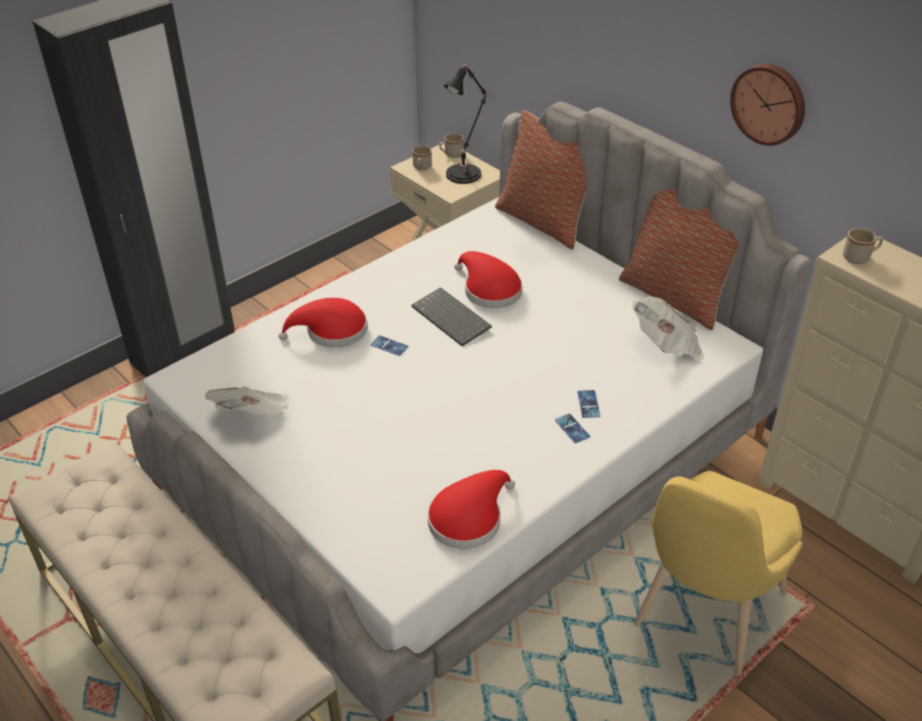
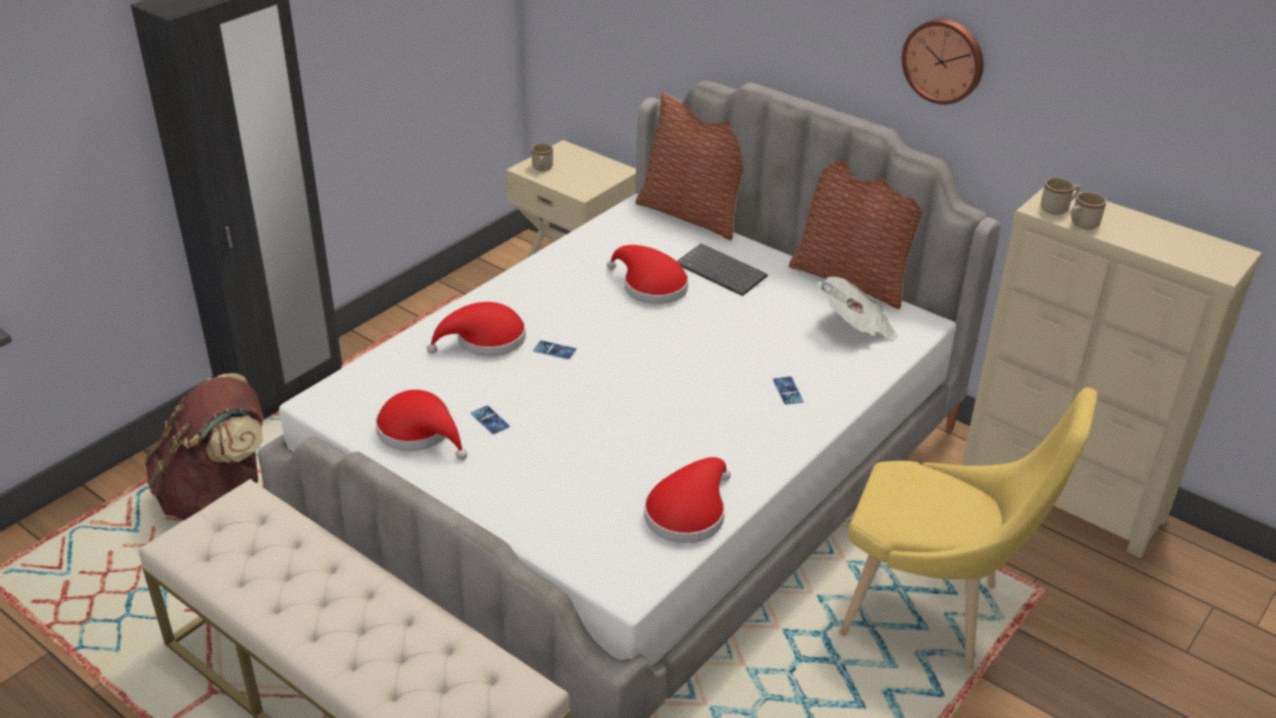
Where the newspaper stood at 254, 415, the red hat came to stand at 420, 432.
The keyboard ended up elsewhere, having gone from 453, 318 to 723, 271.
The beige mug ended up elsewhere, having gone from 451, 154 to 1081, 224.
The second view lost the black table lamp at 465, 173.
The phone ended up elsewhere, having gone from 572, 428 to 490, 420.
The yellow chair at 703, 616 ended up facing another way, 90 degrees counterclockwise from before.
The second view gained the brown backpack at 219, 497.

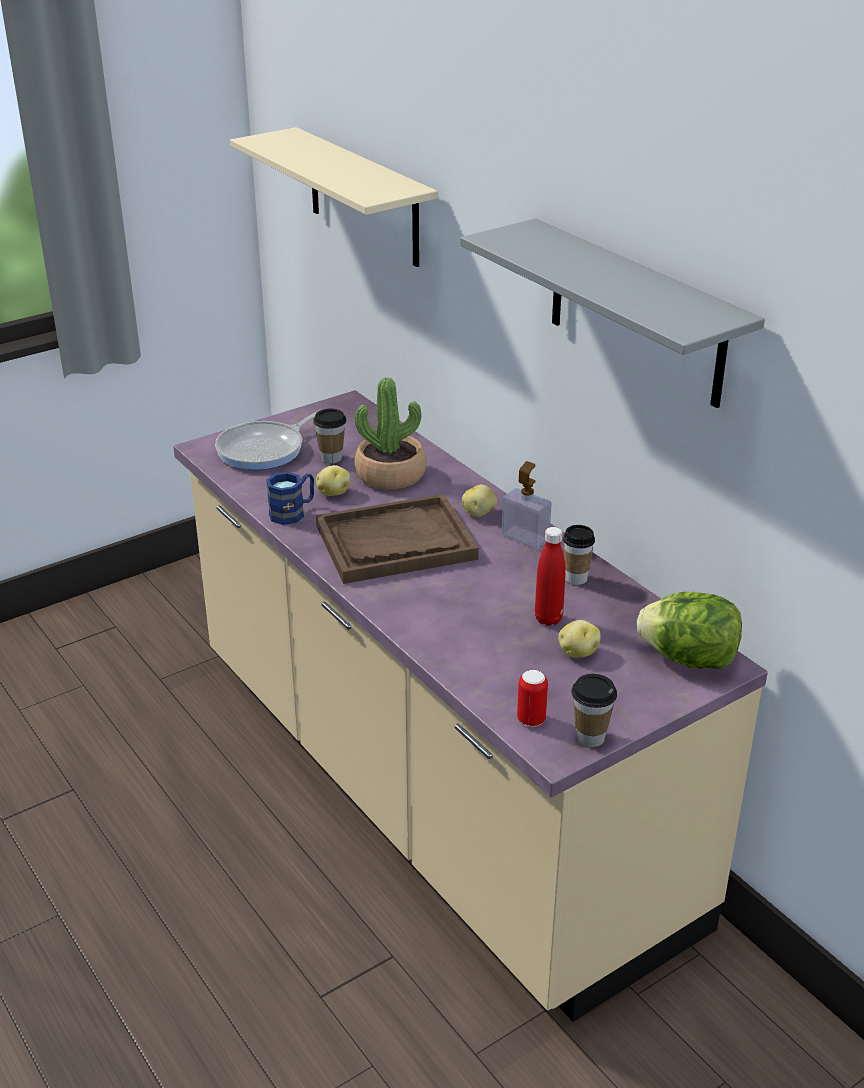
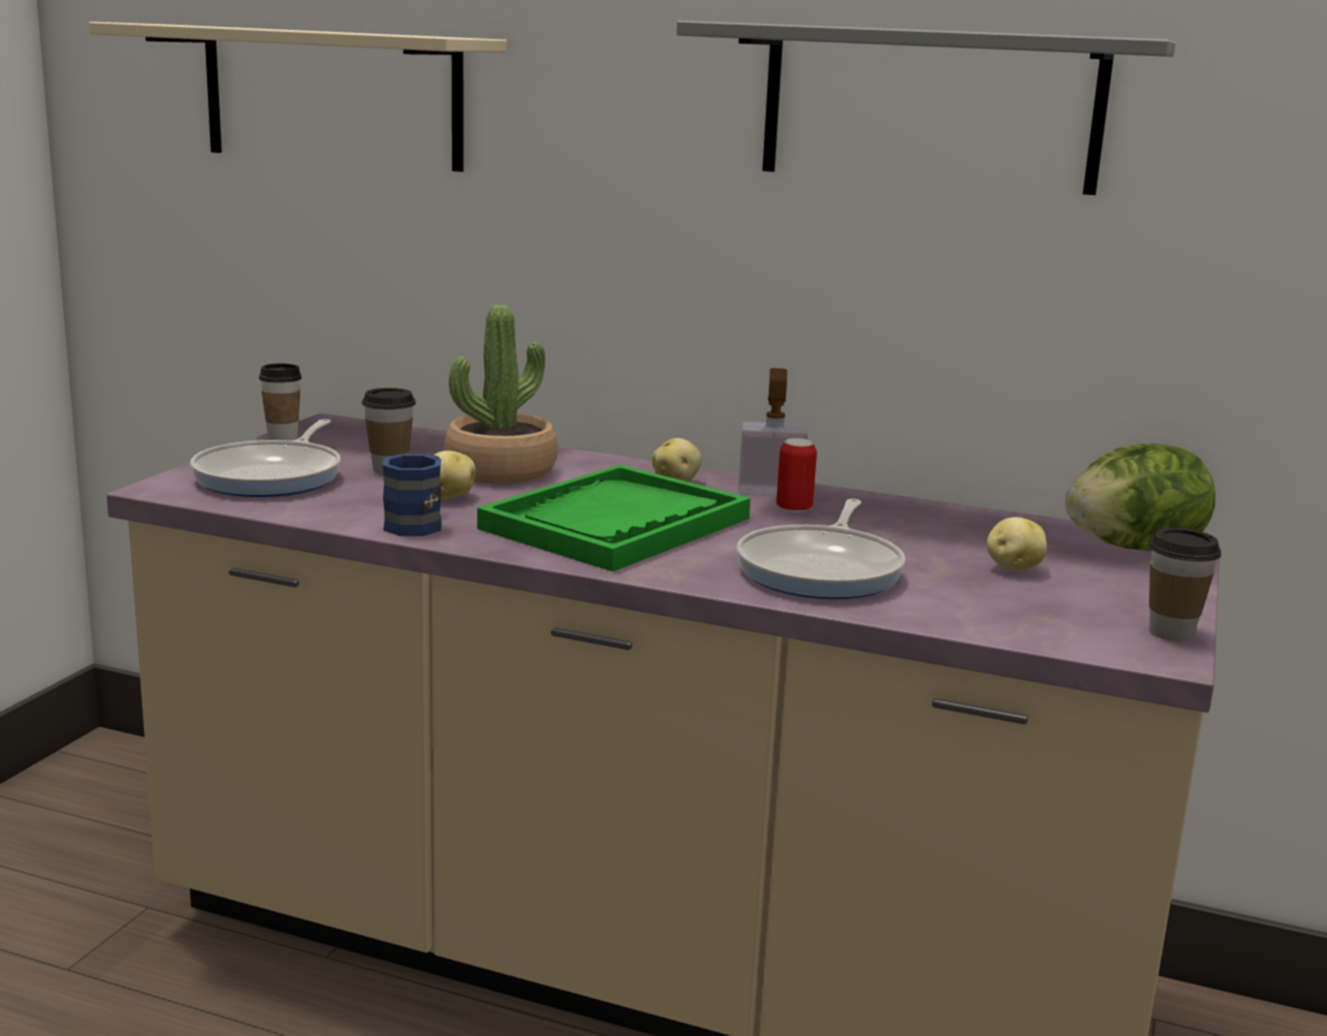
What was the brown tray at 395, 543 turned into the green tray at 616, 524.
The can ended up elsewhere, having gone from 531, 720 to 794, 509.
The second view lost the red bottle at 548, 619.
The cup ended up elsewhere, having gone from 576, 578 to 282, 437.
The second view gained the frying pan at 823, 570.

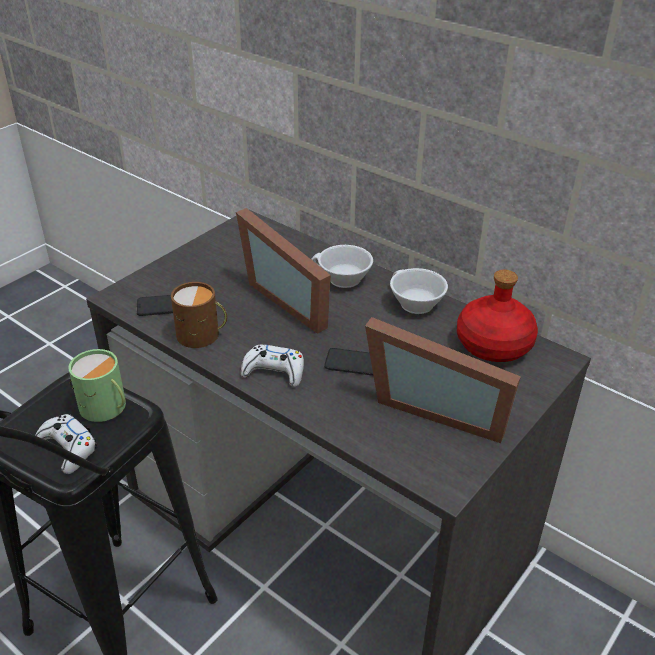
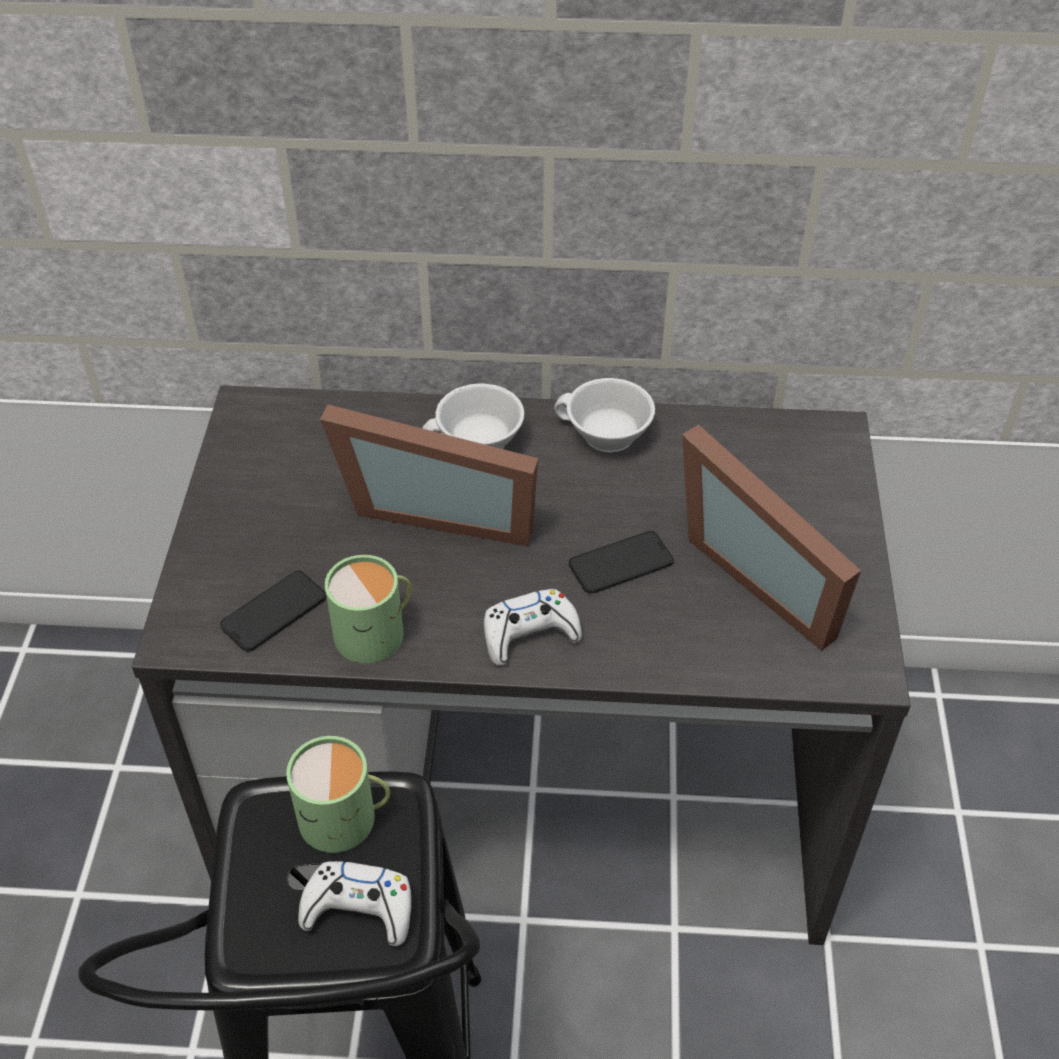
What was the brown mug at 202, 335 turned into the green mug at 376, 632.
The picture frame at 438, 406 ended up facing another way, 60 degrees clockwise from before.
The second view lost the red bottle at 494, 344.

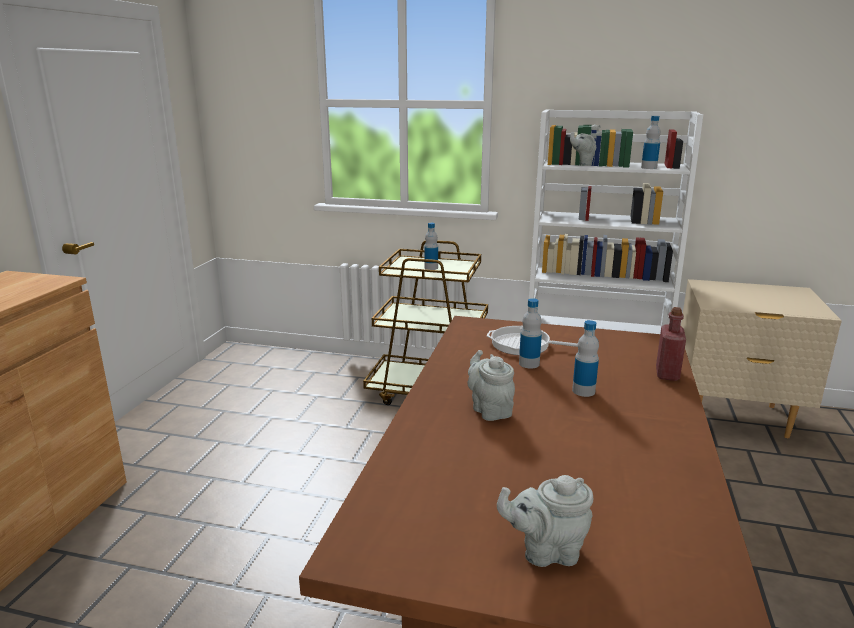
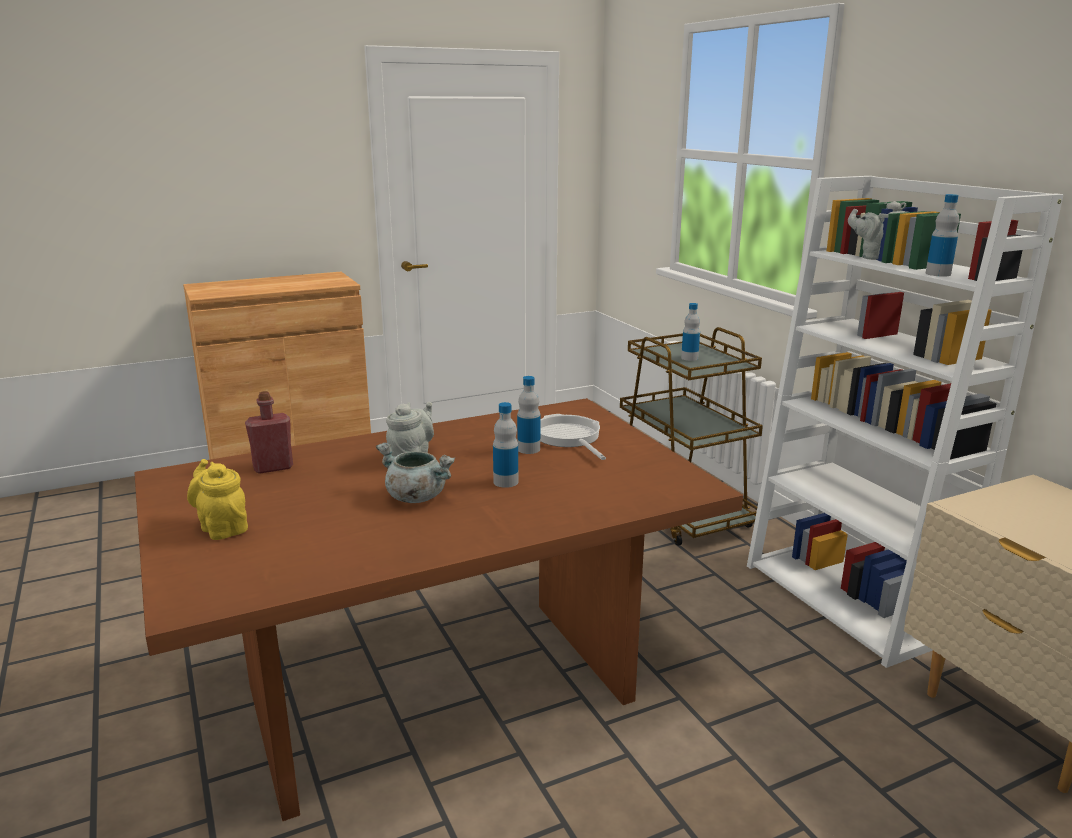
What was the grey teapot at 546, 551 turned into the yellow teapot at 222, 527.
The red bottle ended up elsewhere, having gone from 667, 374 to 273, 467.
The second view gained the grey cooking pot at 415, 497.

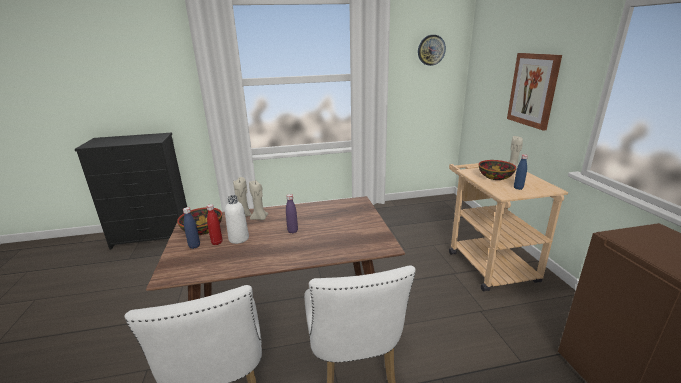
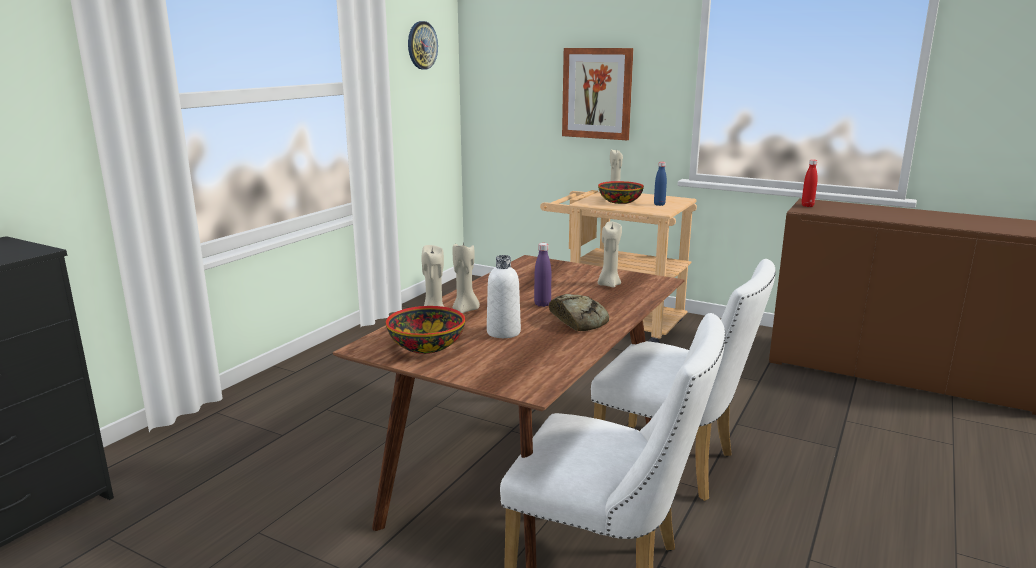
The second view lost the blue bottle at 194, 246.
The red bottle ended up elsewhere, having gone from 217, 242 to 807, 206.
The second view gained the bread at 578, 320.
The second view gained the beige candle at 608, 285.

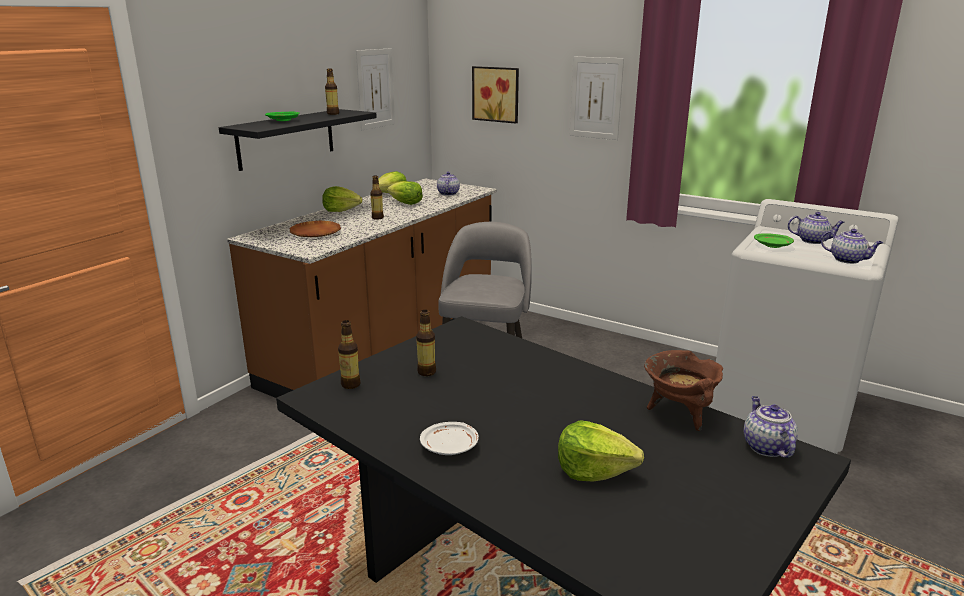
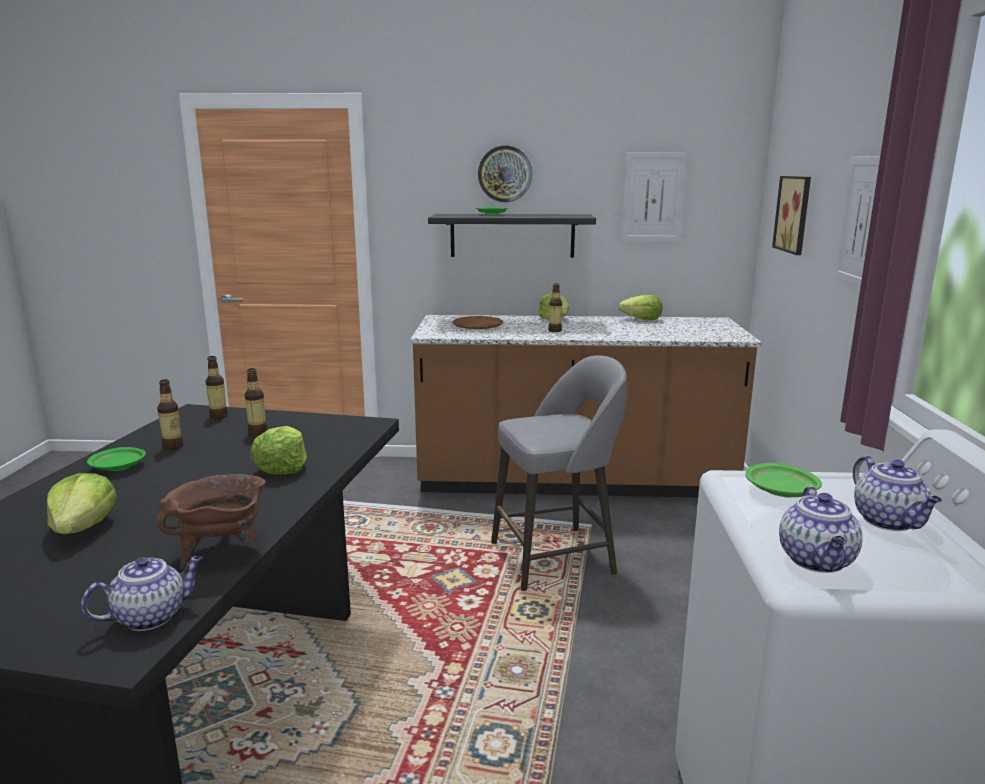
The bottle ended up elsewhere, having gone from 333, 114 to 173, 446.
The lettuce ended up elsewhere, having gone from 405, 203 to 282, 467.
What was the white plate at 450, 447 turned into the green plate at 118, 467.
The second view lost the teapot at 448, 193.
The second view gained the wall clock at 505, 174.

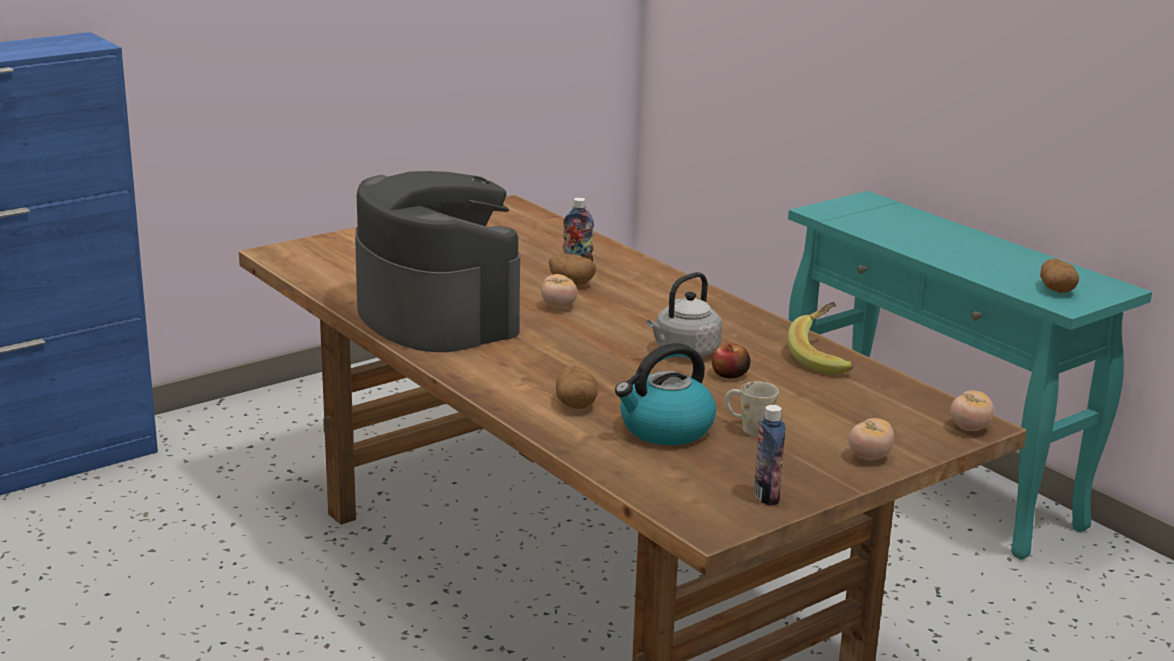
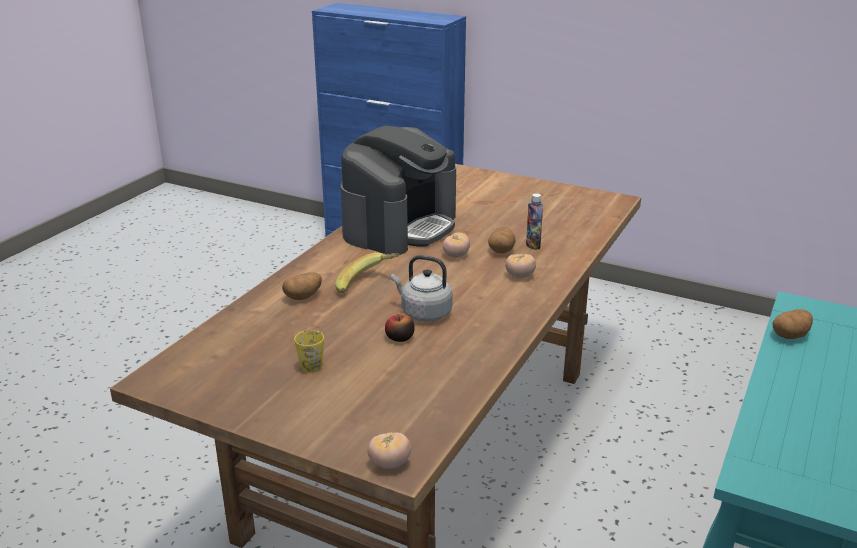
The second view lost the kettle at 665, 429.
What was the white mug at 747, 428 turned into the yellow mug at 312, 363.
The second view lost the bottle at 766, 496.
The banana ended up elsewhere, having gone from 826, 358 to 368, 285.
The tomato ended up elsewhere, having gone from 869, 457 to 519, 276.
The potato ended up elsewhere, having gone from 1056, 290 to 790, 335.

